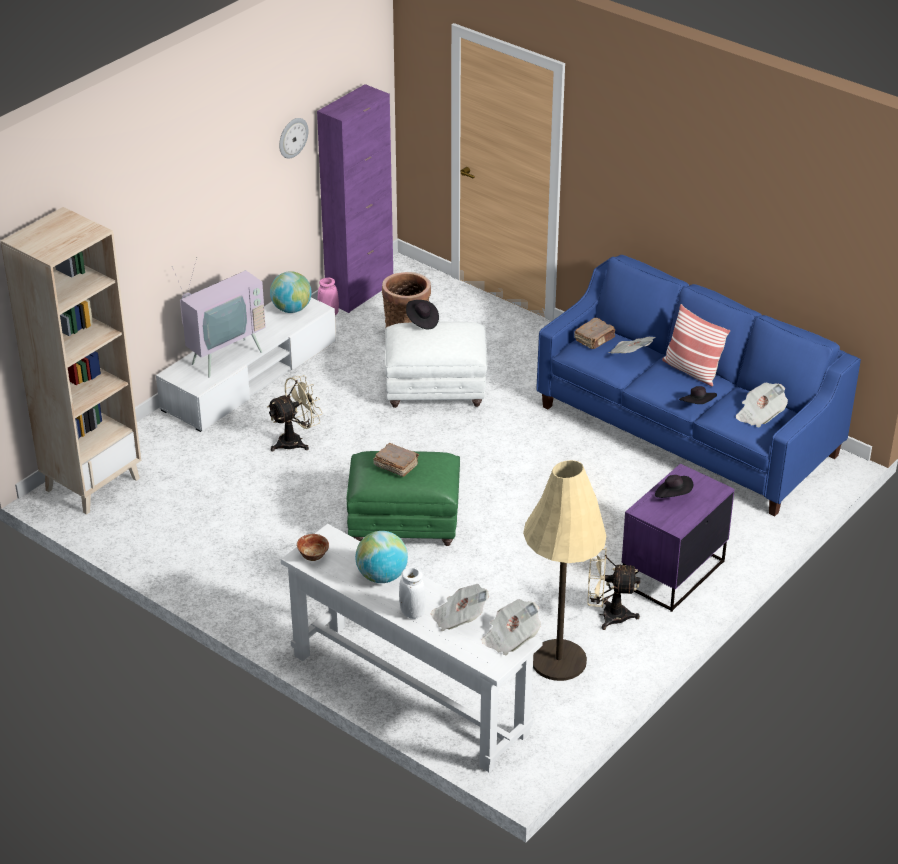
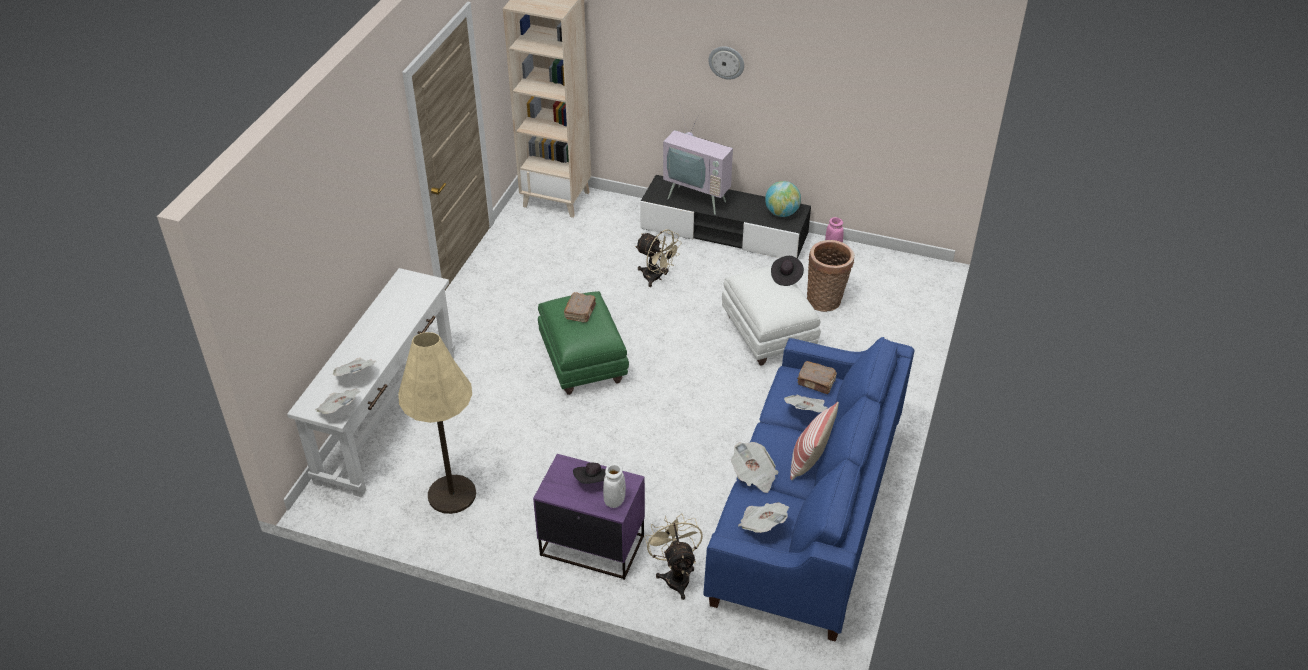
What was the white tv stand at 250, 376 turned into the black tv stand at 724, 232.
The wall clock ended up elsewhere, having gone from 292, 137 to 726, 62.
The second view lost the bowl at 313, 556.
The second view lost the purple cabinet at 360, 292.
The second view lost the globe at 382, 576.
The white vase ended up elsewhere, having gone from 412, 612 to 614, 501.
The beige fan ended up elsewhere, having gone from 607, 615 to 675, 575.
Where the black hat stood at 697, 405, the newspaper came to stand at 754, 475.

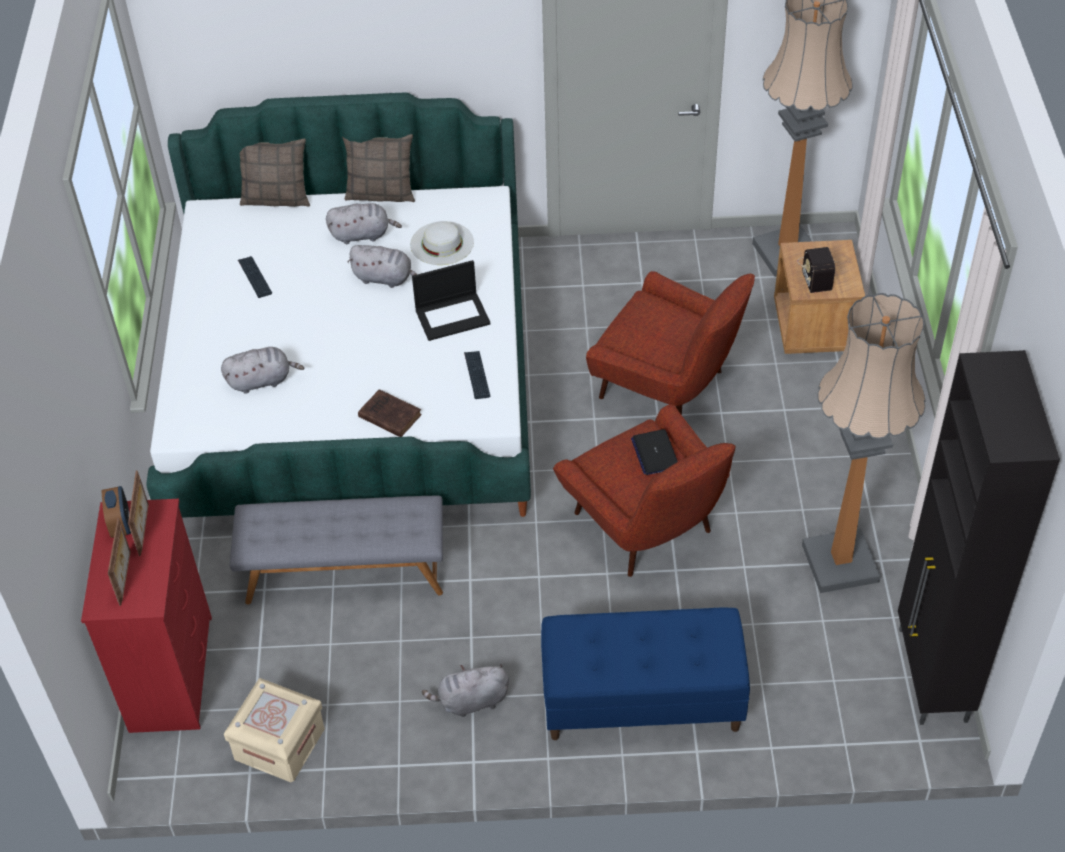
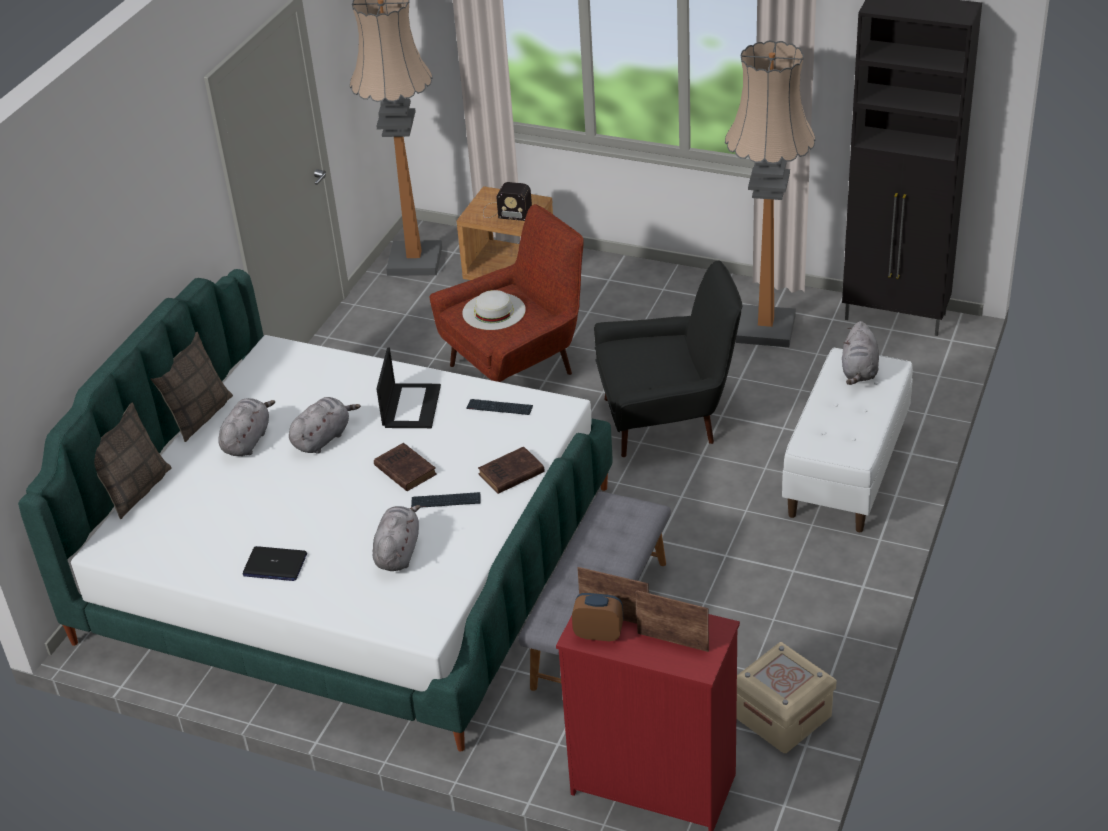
The keyboard ended up elsewhere, having gone from 255, 277 to 446, 501.
The white hat ended up elsewhere, having gone from 442, 243 to 493, 311.
The grey plush toy ended up elsewhere, having gone from 470, 701 to 859, 371.
What was the blue bench at 641, 701 turned into the white bench at 847, 470.
What was the red armchair at 647, 528 turned into the black armchair at 667, 419.
The laptop ended up elsewhere, having gone from 655, 453 to 275, 565.
The second view gained the brown book at 404, 469.

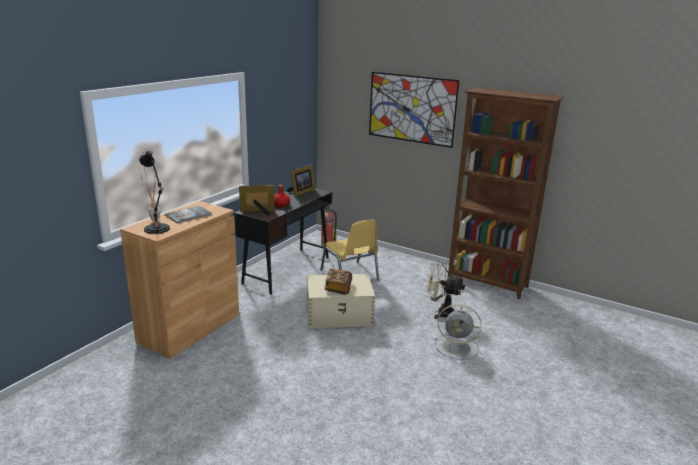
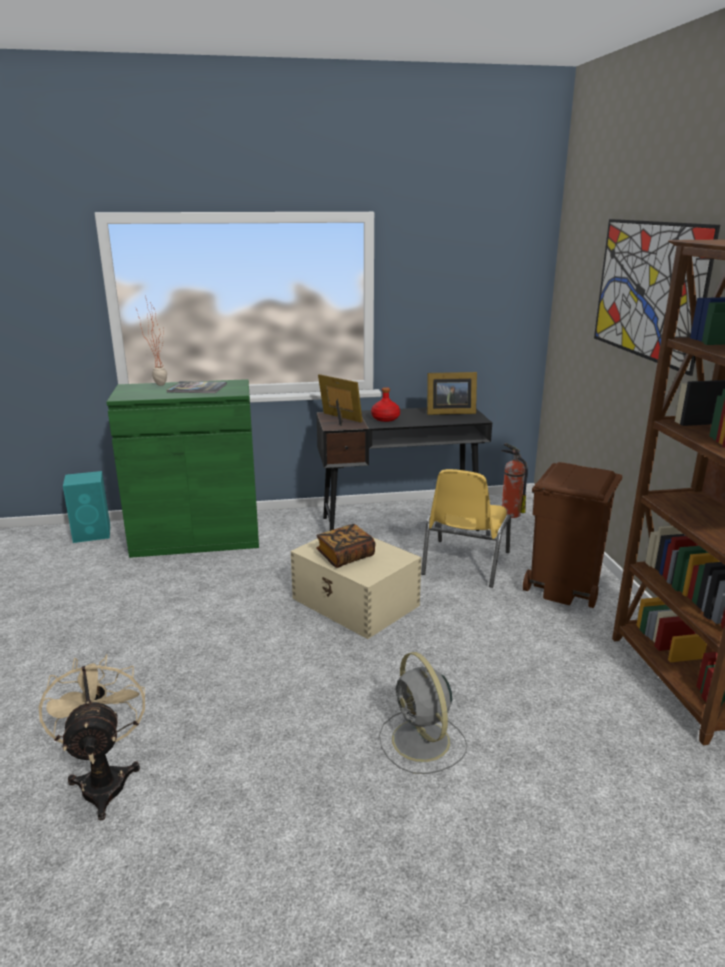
What was the brown cabinet at 189, 328 turned into the green cabinet at 196, 538.
The second view lost the black table lamp at 157, 229.
The beige fan ended up elsewhere, having gone from 441, 312 to 104, 779.
The second view gained the turquoise speaker at 93, 533.
The second view gained the brown trash can at 563, 587.

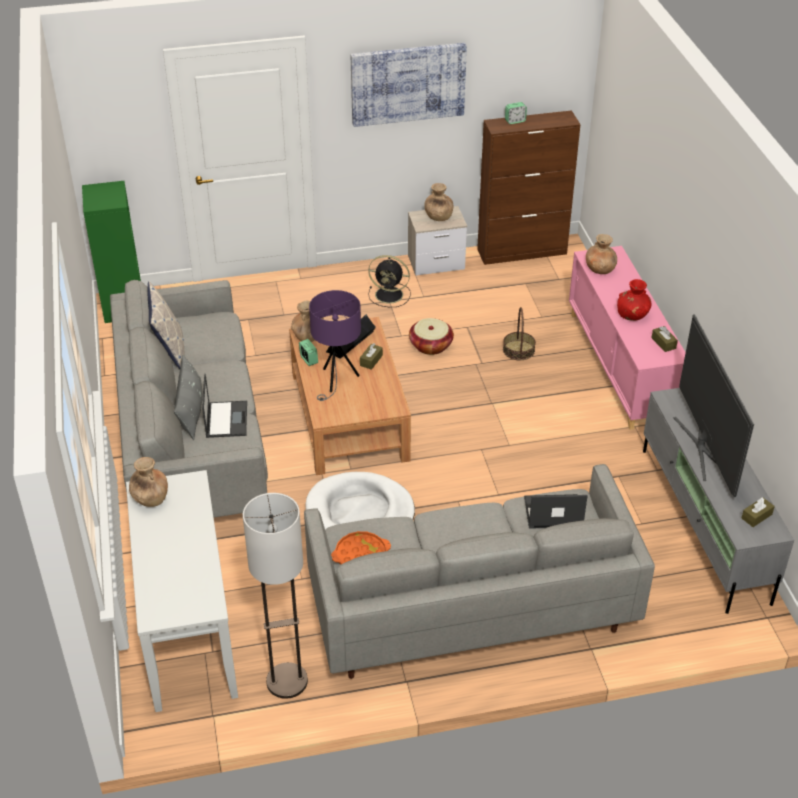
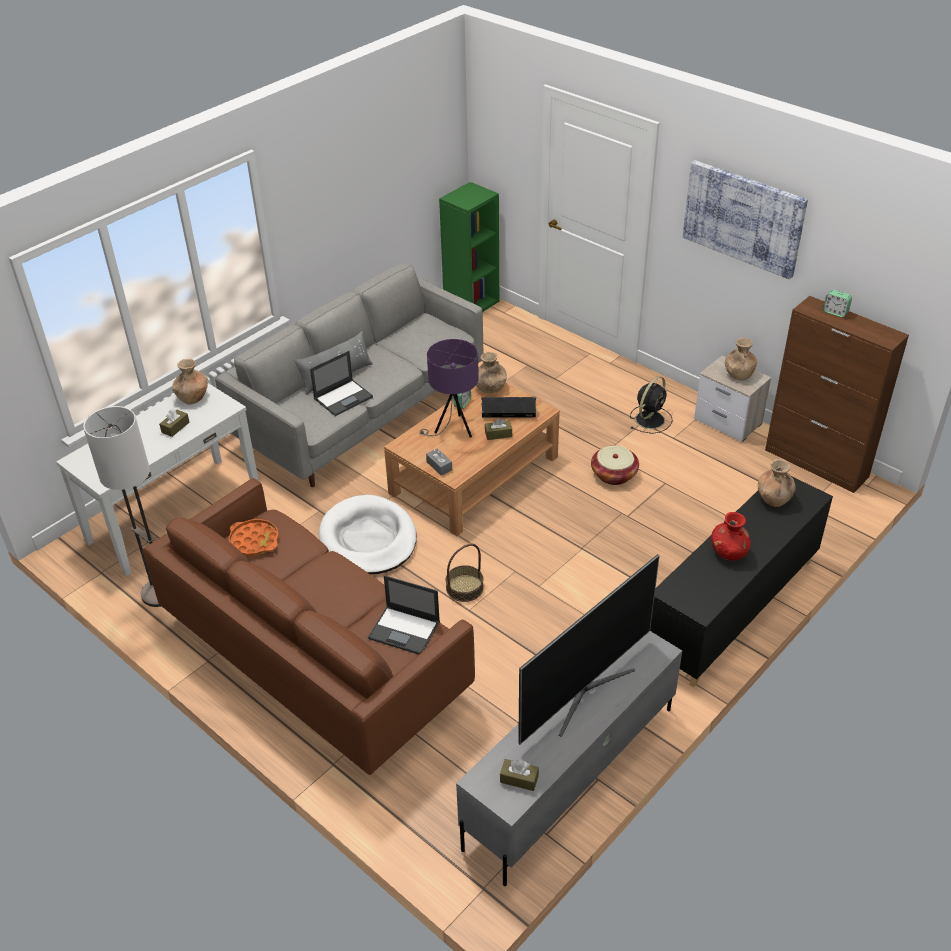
The second view lost the pillow at 170, 352.
What was the grey sofa at 469, 609 turned into the brown sofa at 315, 659.
The black fan at 390, 295 ended up facing another way, 120 degrees counterclockwise from before.
The basket ended up elsewhere, having gone from 518, 350 to 464, 587.
The laptop at 552, 512 ended up facing another way, 150 degrees clockwise from before.
What was the pink cabinet at 620, 367 turned into the black cabinet at 732, 609.
The brown tissue box ended up elsewhere, having gone from 663, 343 to 175, 427.
The second view gained the grey tissue box at 439, 466.

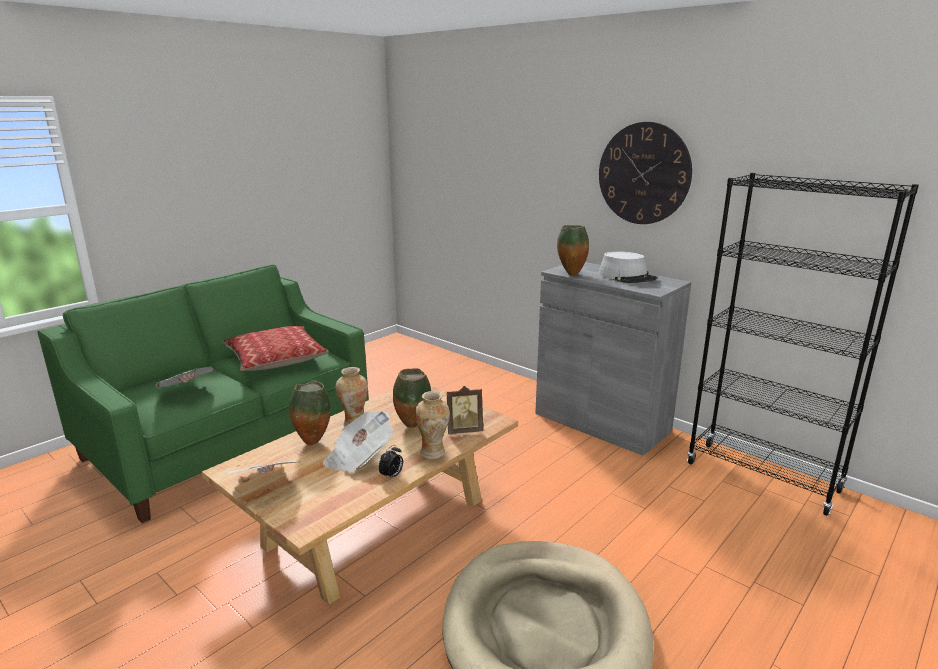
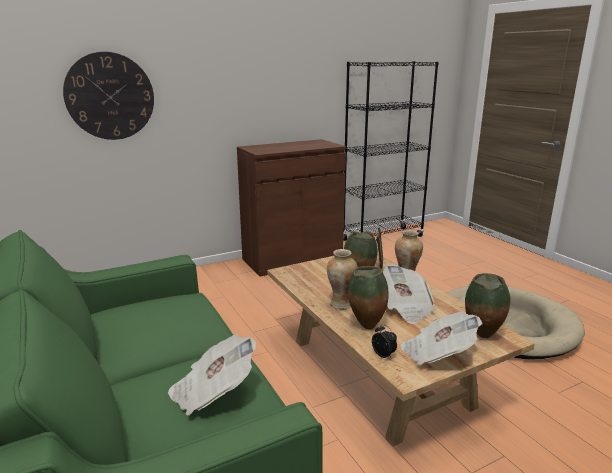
The second view lost the pillow at 276, 358.
The alarm clock ended up elsewhere, having gone from 392, 476 to 384, 355.
What was the grey cabinet at 601, 422 turned into the brown cabinet at 292, 259.
The vase ended up elsewhere, having gone from 570, 274 to 482, 336.
The wall clock ended up elsewhere, having gone from 643, 174 to 110, 96.
The second view lost the grey hat at 627, 277.

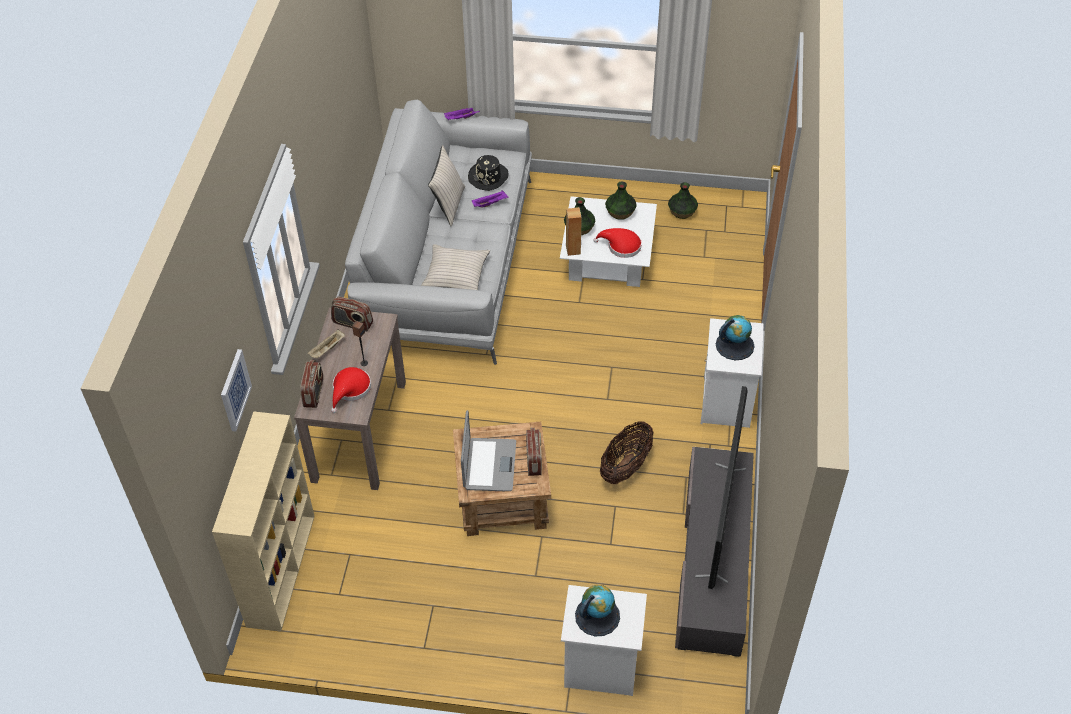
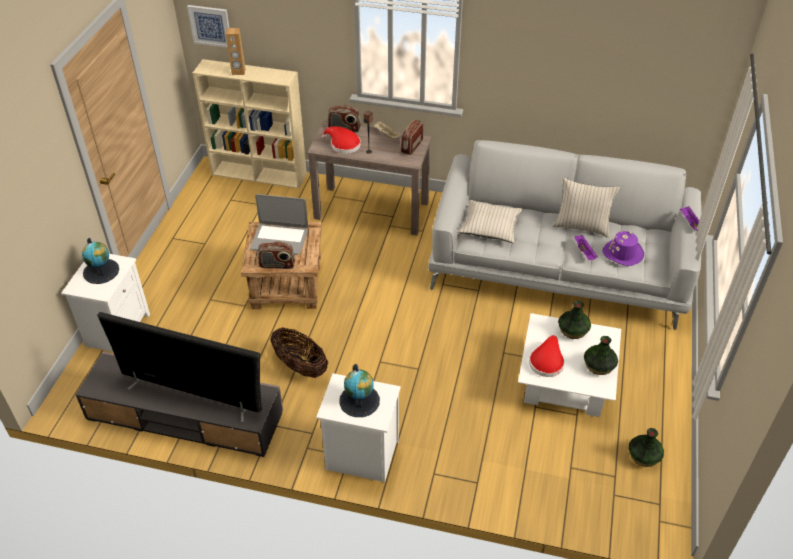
The picture ended up elsewhere, having gone from 234, 390 to 210, 25.
What was the black hat at 488, 177 turned into the purple hat at 623, 253.
The brown speaker ended up elsewhere, having gone from 573, 249 to 238, 72.

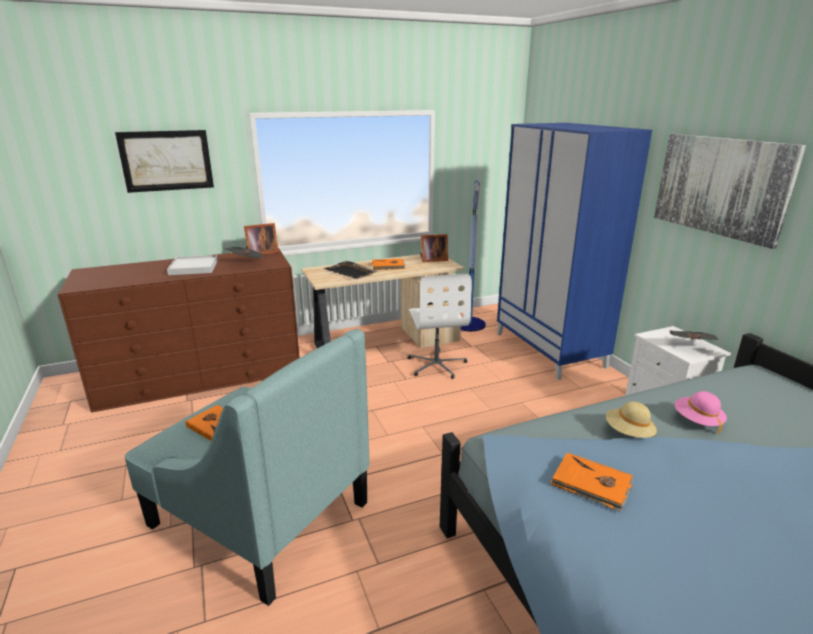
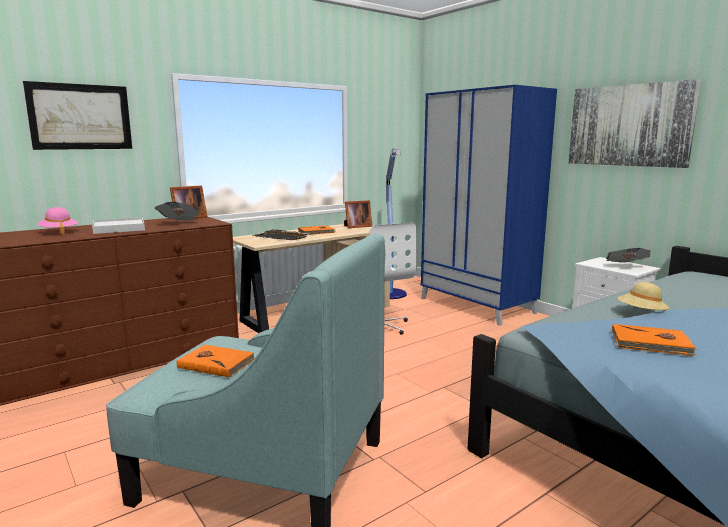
The pink hat ended up elsewhere, having gone from 697, 421 to 58, 232.

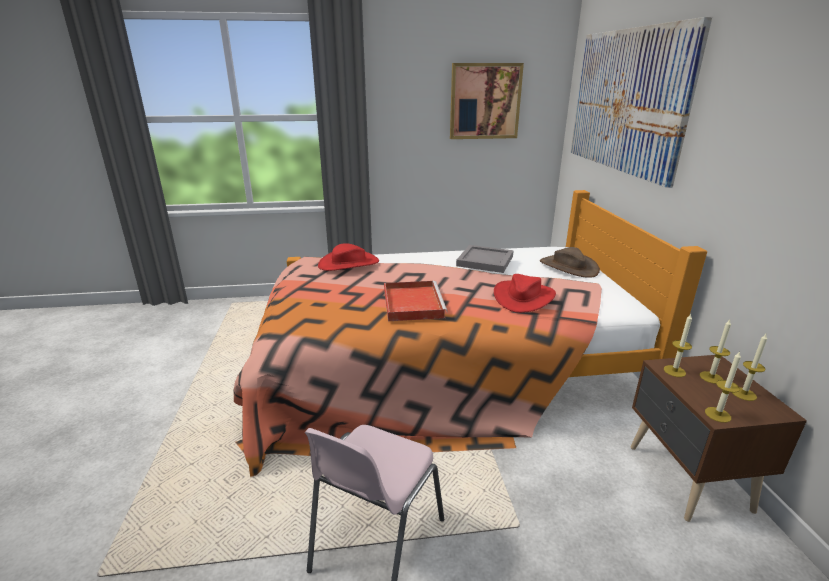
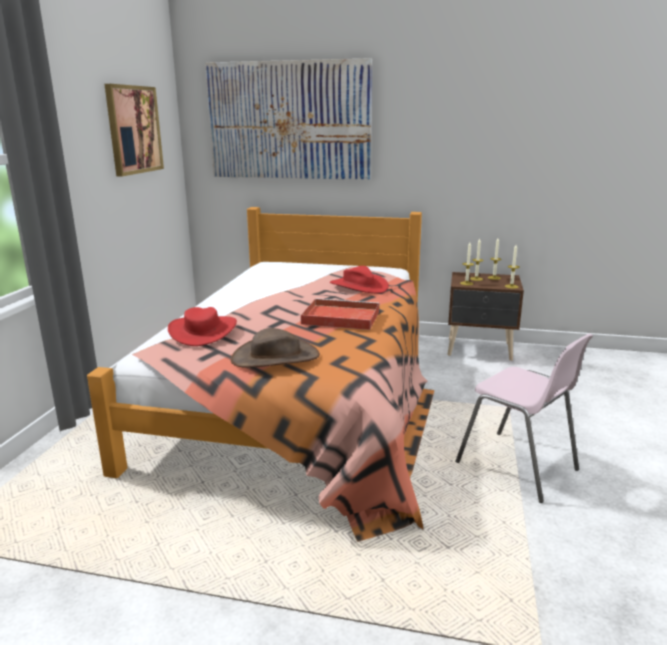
The second view lost the grey tray at 484, 260.
The brown hat ended up elsewhere, having gone from 568, 267 to 275, 357.

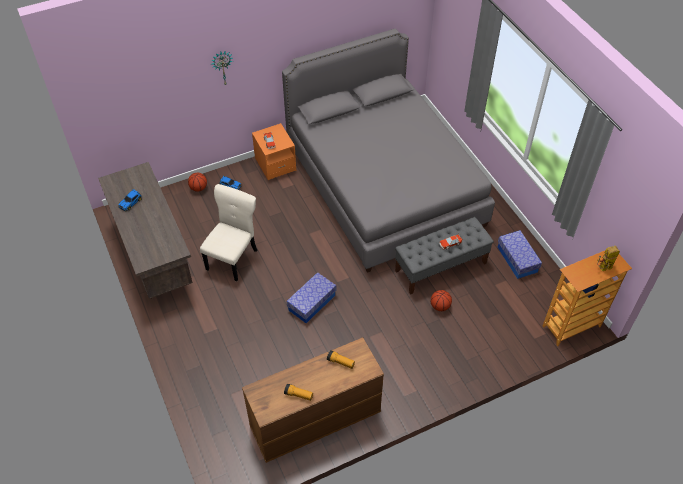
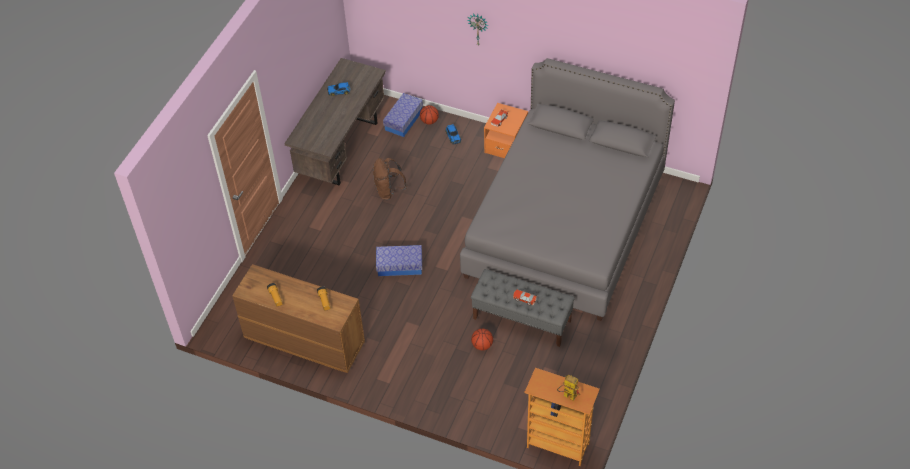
Where the beige chair stood at 233, 258, the brown backpack came to stand at 389, 191.
The storage box ended up elsewhere, having gone from 517, 259 to 403, 120.

